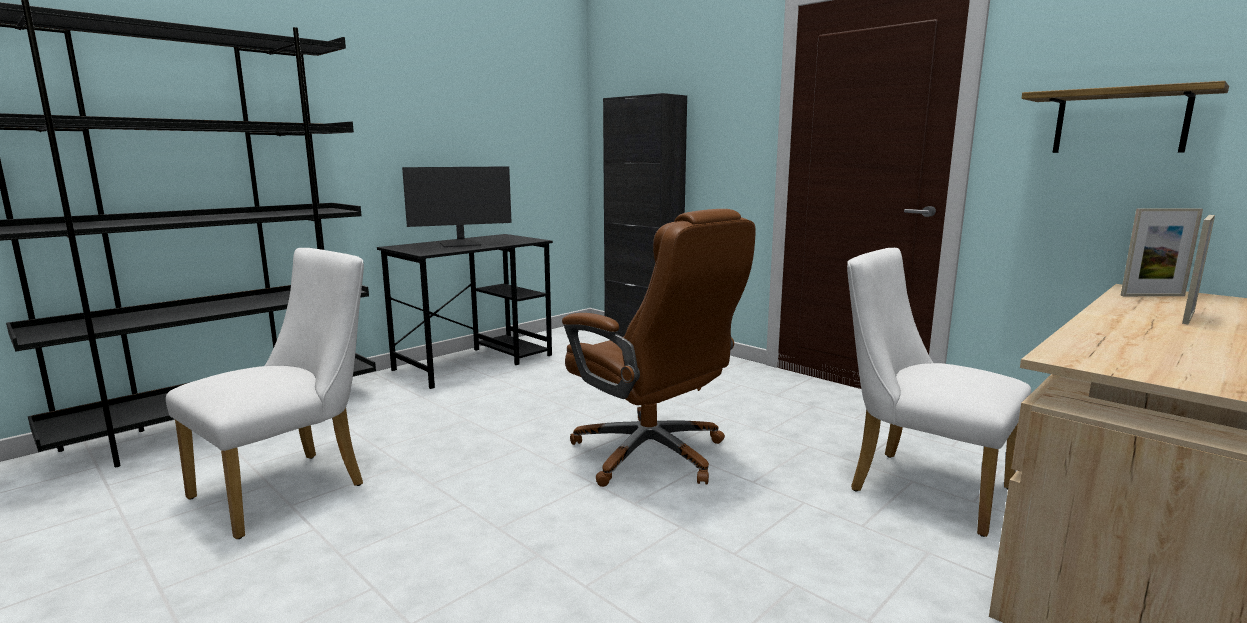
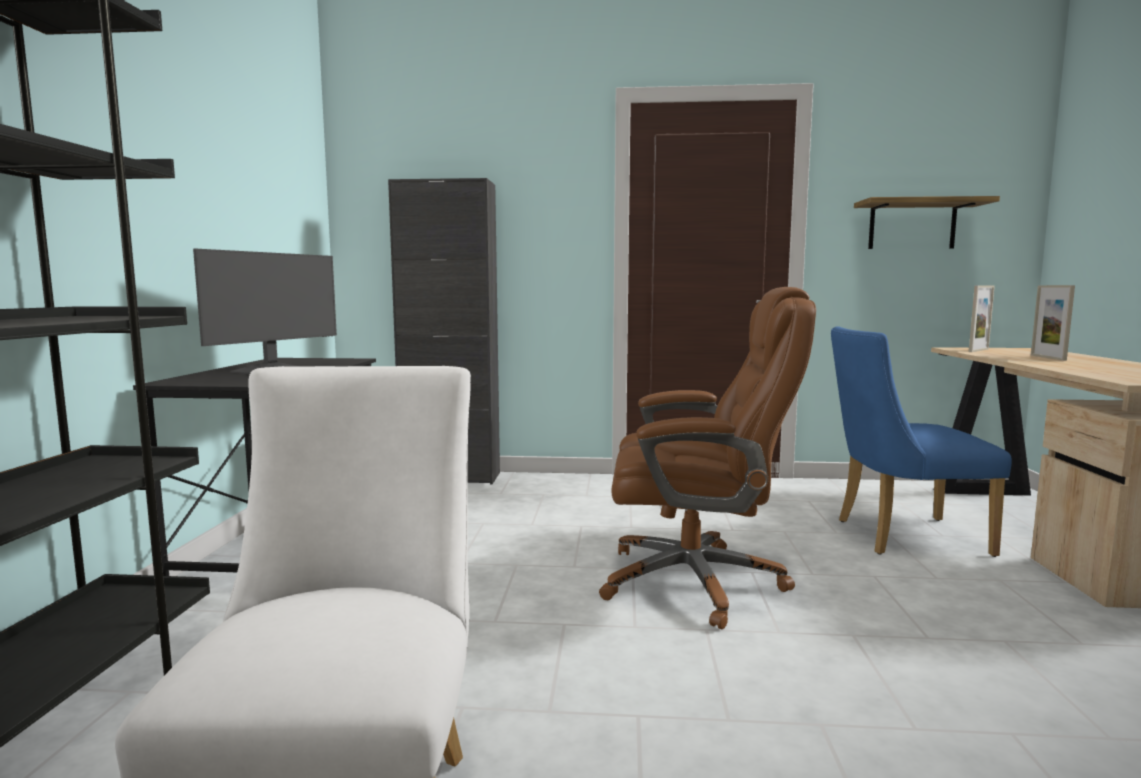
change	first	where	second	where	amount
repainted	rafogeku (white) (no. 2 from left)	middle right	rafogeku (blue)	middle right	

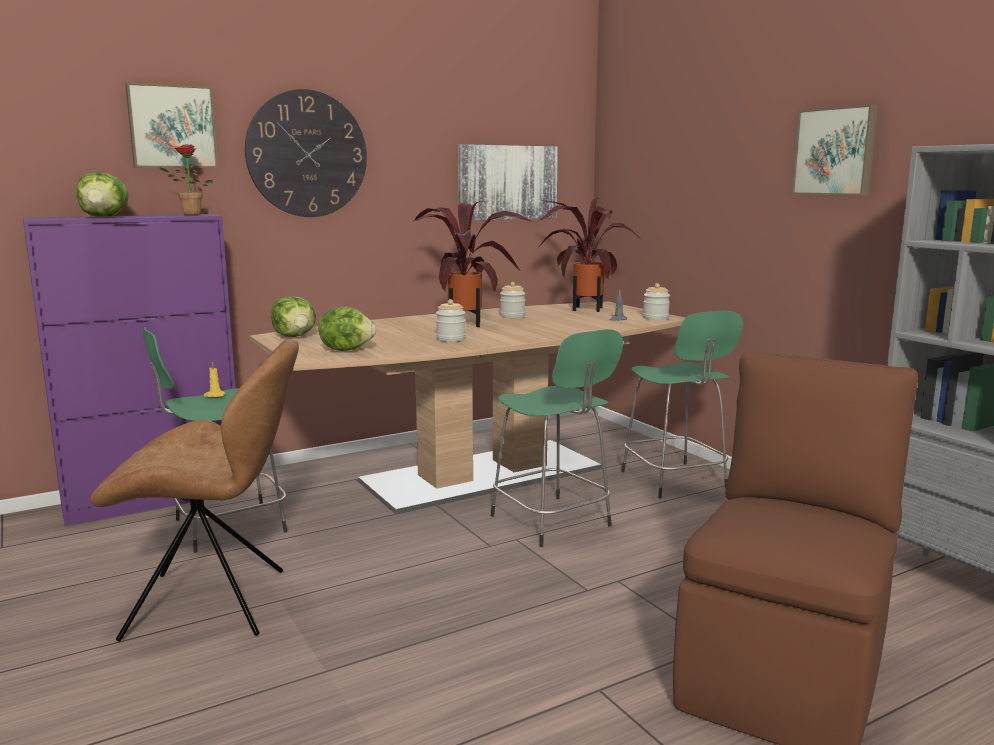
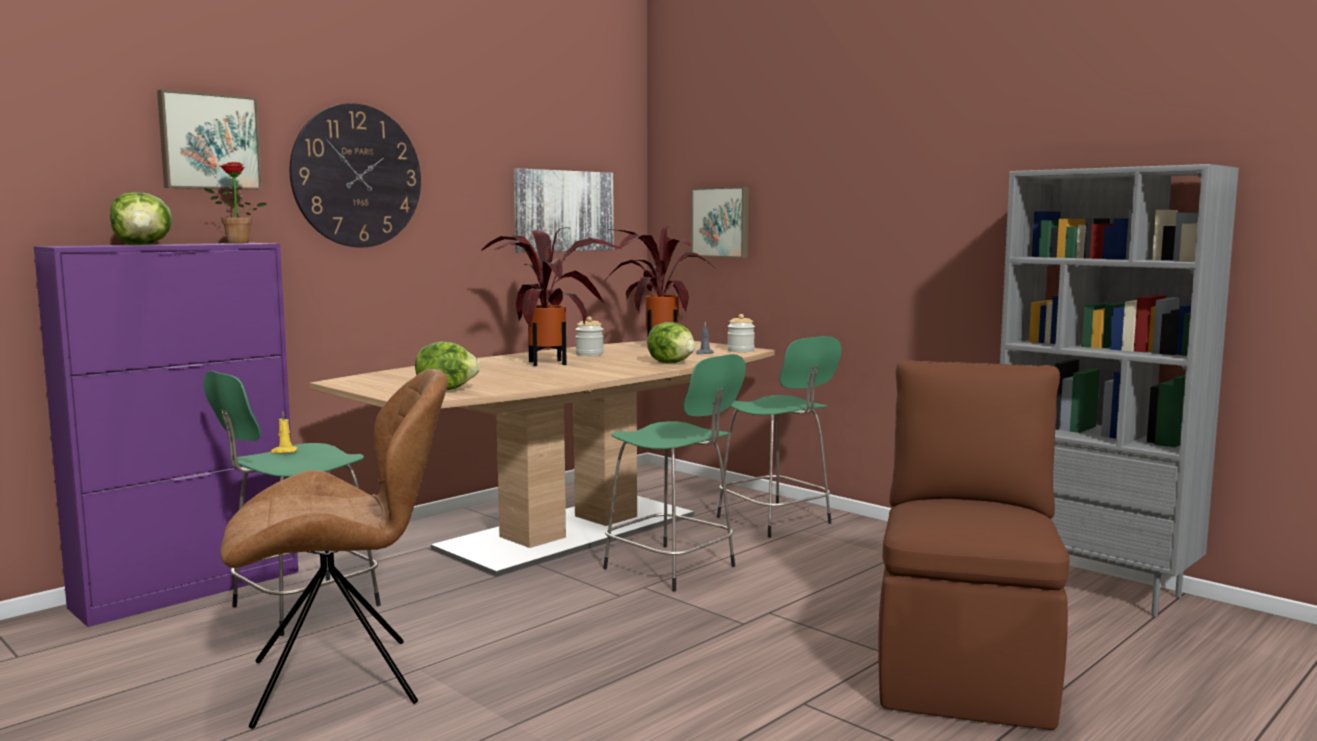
change	first	where	second	where	amount
shifted	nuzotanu (no. 2 from left in the first image)	middle left	nuzotanu (no. 3 from left)	centre	
gone	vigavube (no. 1 from left)	centre			
shifted	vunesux (no. 3 from left)	top right		top centre	

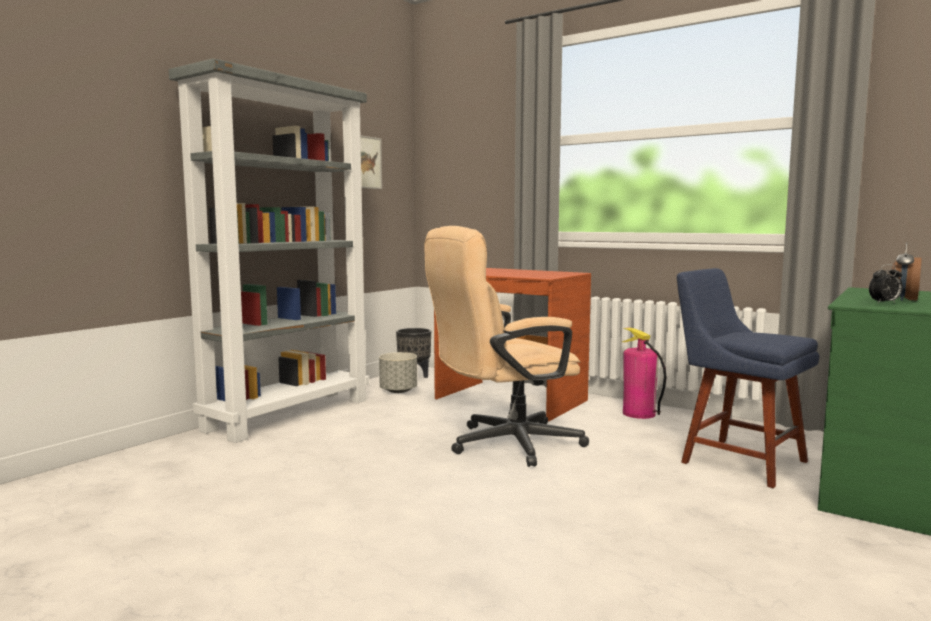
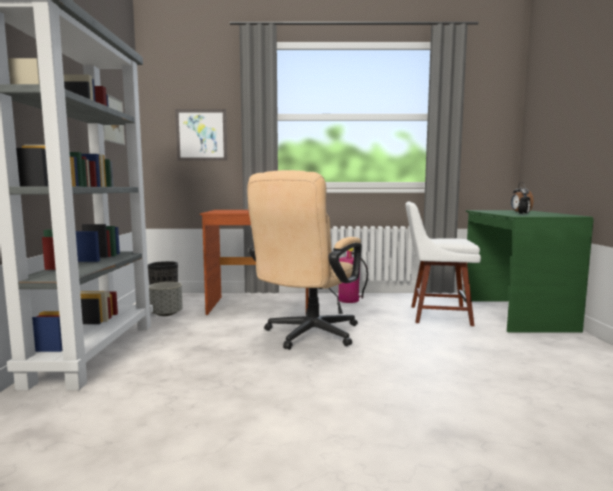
change	first	where	second	where	amount
repainted	rafogeku (blue)	middle right	rafogeku (white)	middle right	
new			vunesux (no. 2 from left)	top left	

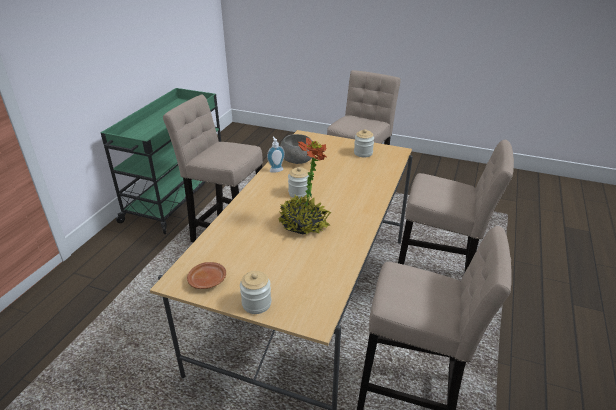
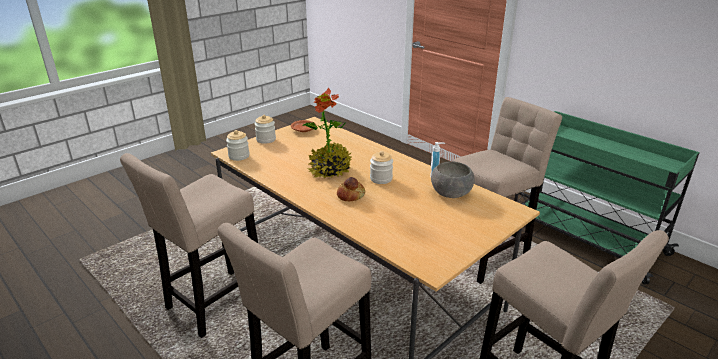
change	first	where	second	where	amount
shifted	vigavube (no. 3 from left in the first image)	centre	vigavube (no. 1 from left)	middle left	
new			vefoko	centre	

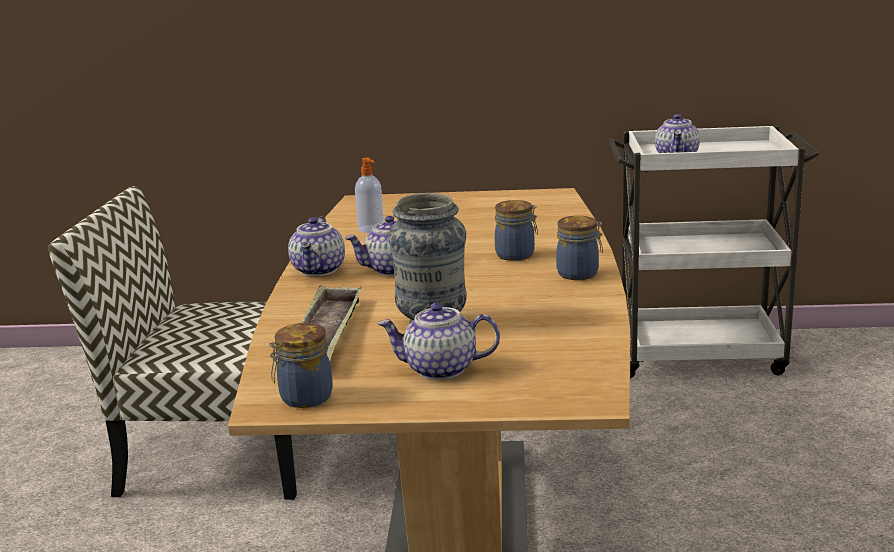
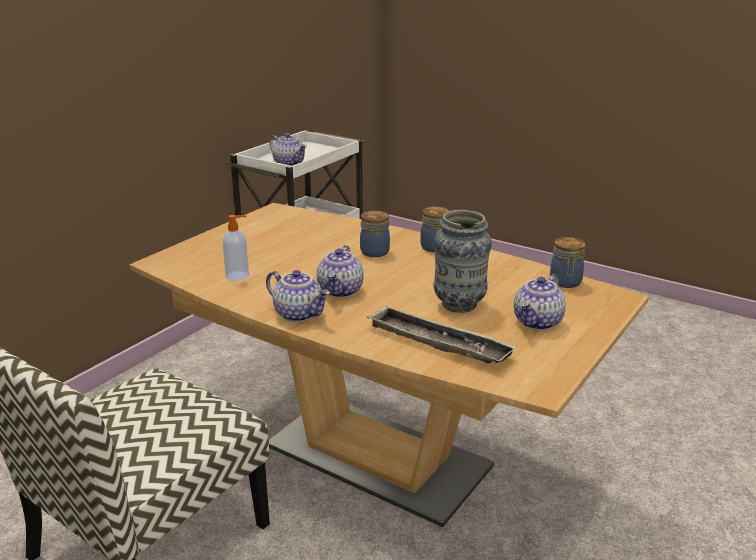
change	first	where	second	where	amount
shifted	vigavube (no. 1 from left in the first image)	centre	vigavube (no. 3 from left)	middle right	

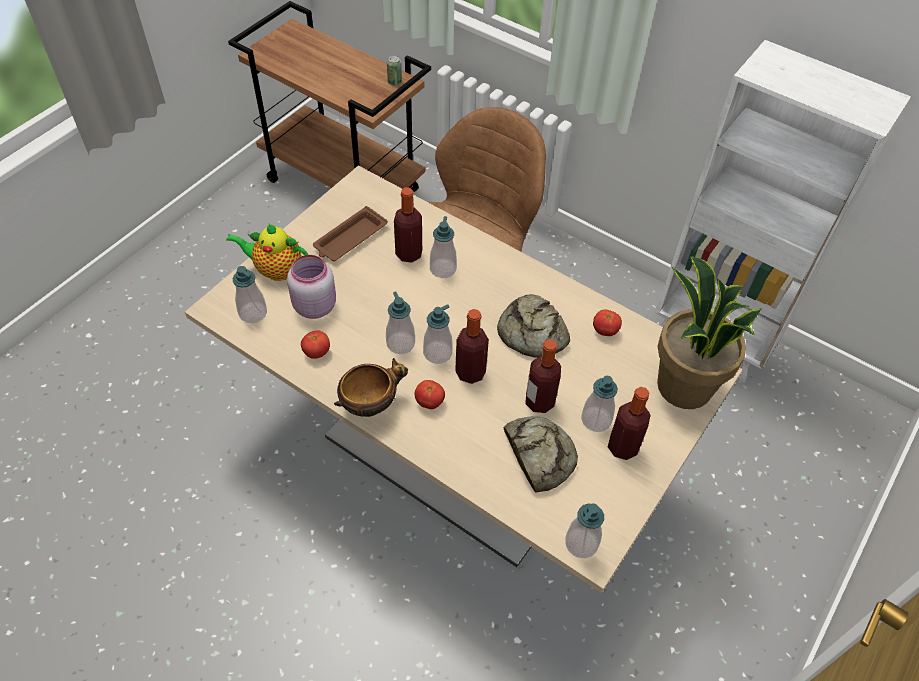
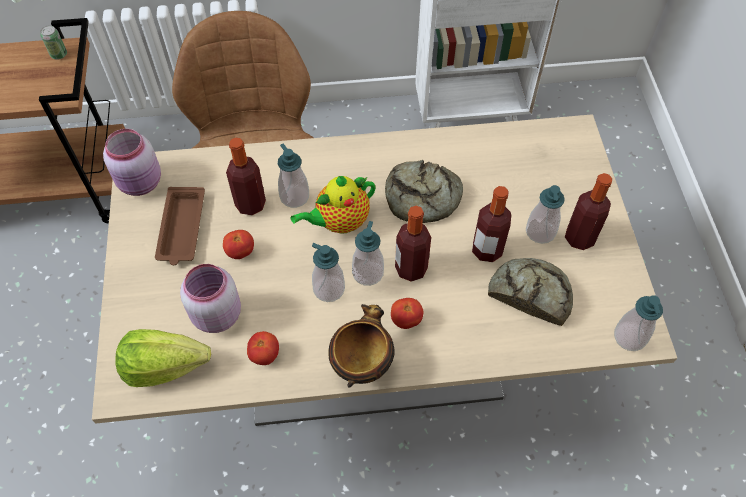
change	first	where	second	where	amount
shifted	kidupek	middle left		centre	
swapped	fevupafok (no. 1 from left)	middle left	nuzotanu	bottom left	
shifted	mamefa (no. 3 from left in the first image)	centre	mamefa (no. 1 from left)	middle left	
gone	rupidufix	middle right			
new			vigavube (pink) (no. 1 from left)	top left	

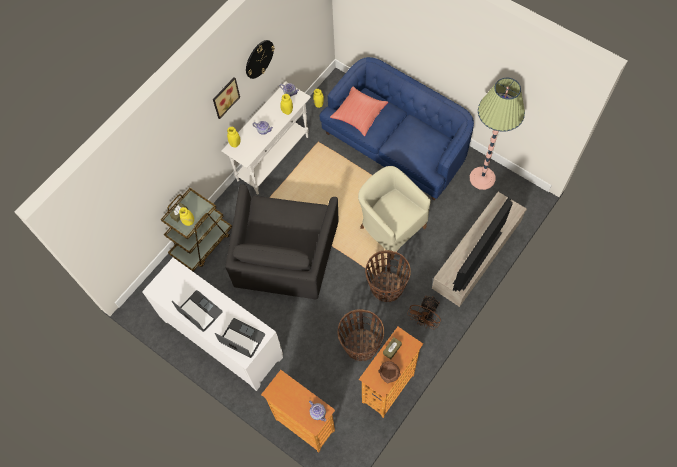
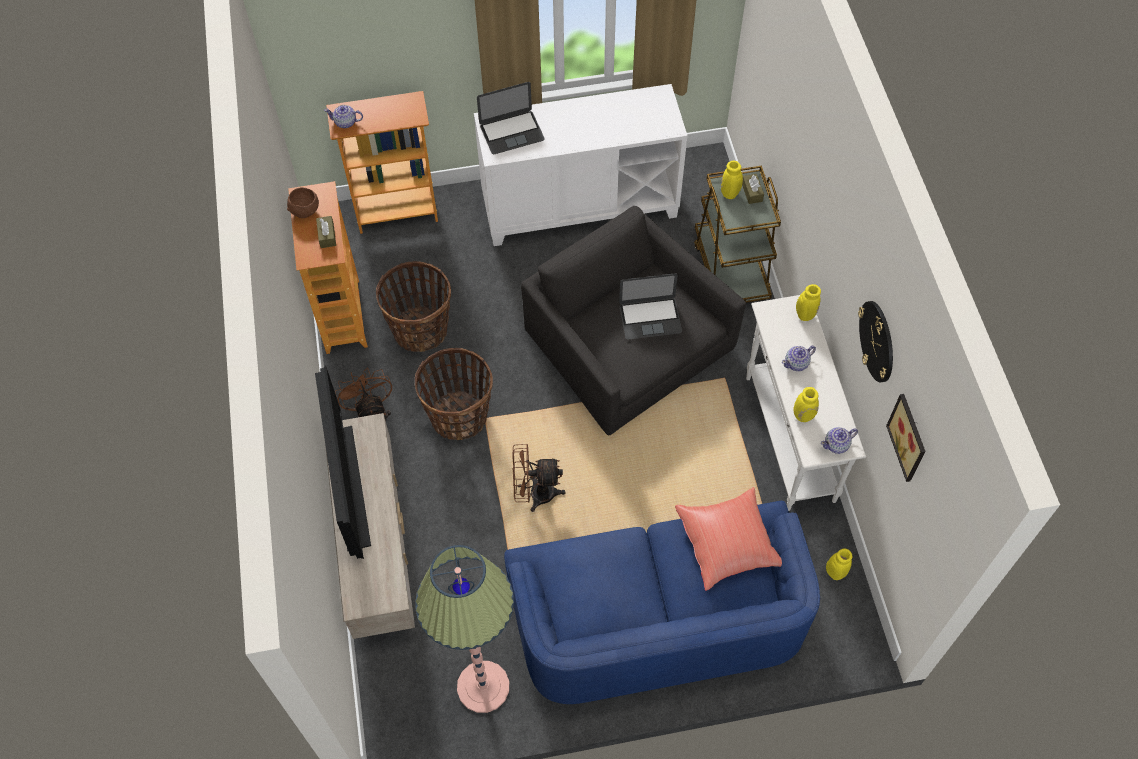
change	first	where	second	where	amount
shifted	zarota (no. 1 from left in the first image)	middle left	zarota (no. 2 from left)	centre	
shifted	vunesux	top centre		middle right	
swapped	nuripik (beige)	centre	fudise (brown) (no. 2 from left)	centre	

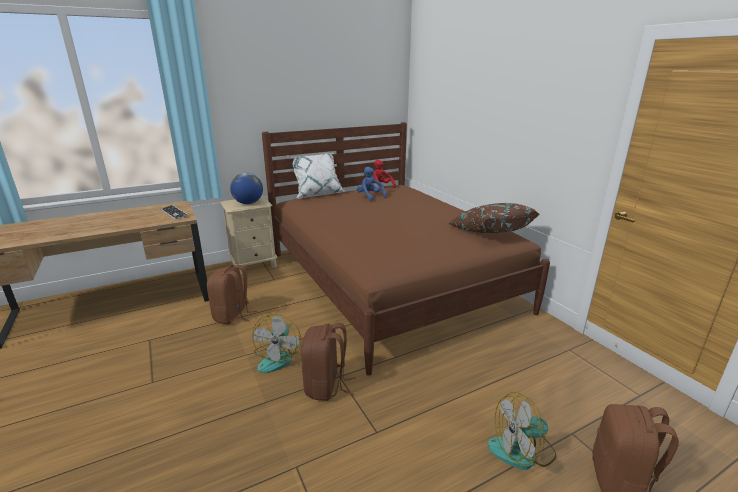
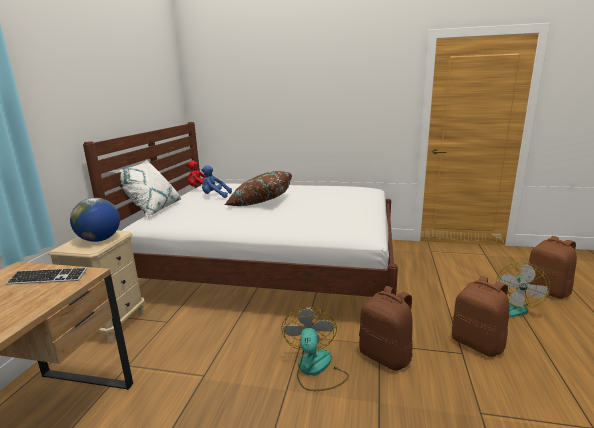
change	first	where	second	where	amount
shifted	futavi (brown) (no. 1 from left in the first image)	middle left	futavi (brown) (no. 2 from left)	bottom right	
rotated	fudise (no. 1 from left)	bottom centre		bottom centre	135 degrees counterclockwise
repainted	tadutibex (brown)	centre	tadutibex (white)	centre	
shifted	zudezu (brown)	middle right		centre	

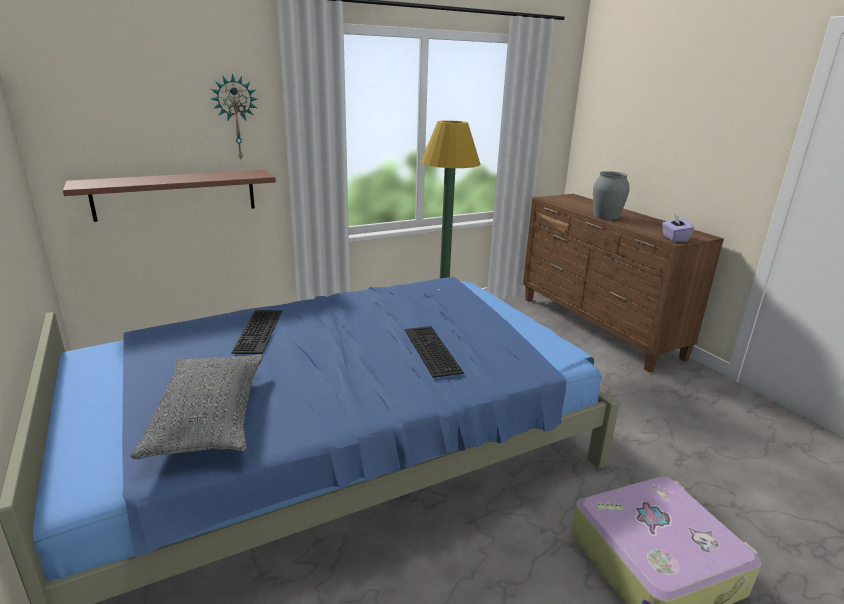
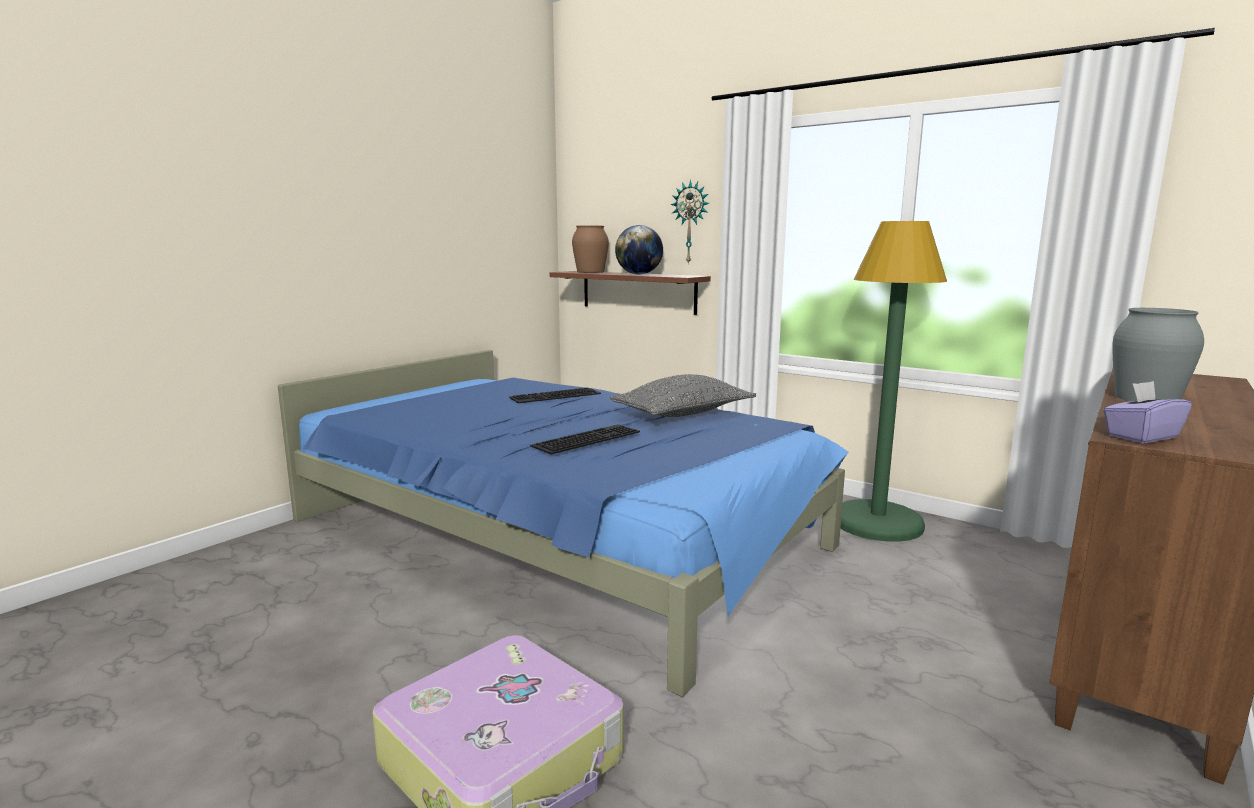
change	first	where	second	where	amount
shifted	zudezu (grey)	bottom left		centre	
new			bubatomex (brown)	top centre	
new			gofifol	top centre	

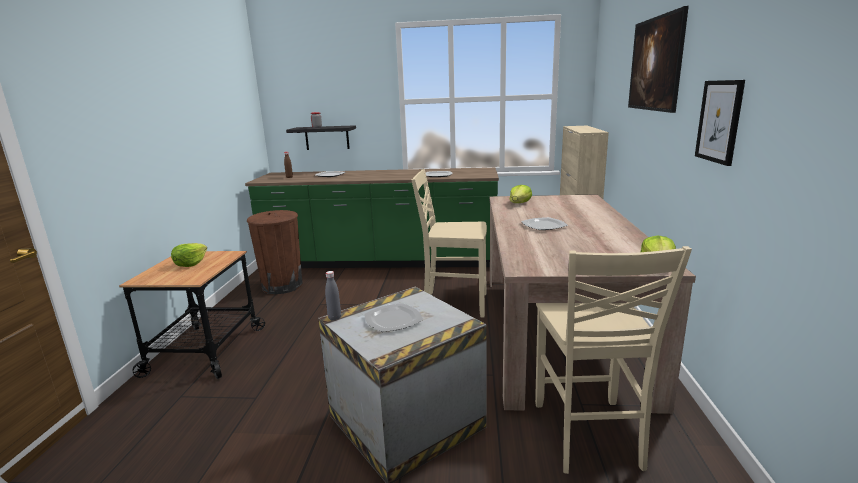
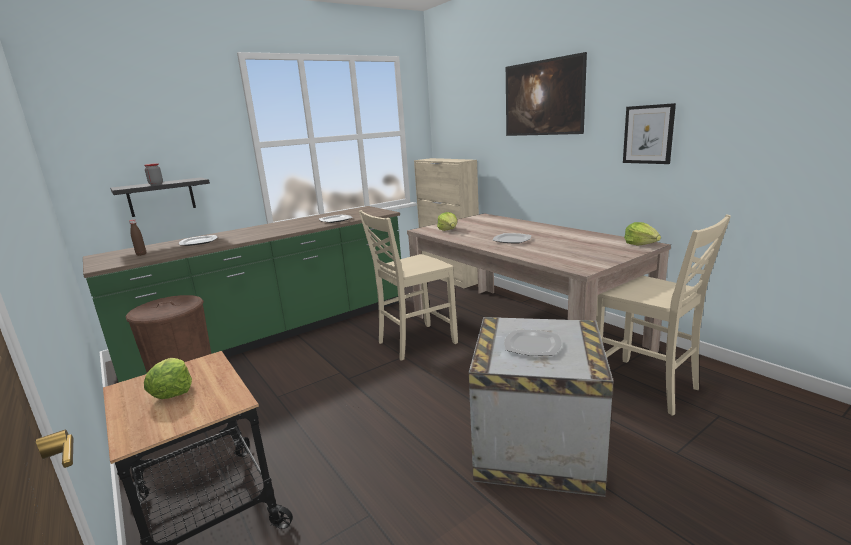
change	first	where	second	where	amount
gone	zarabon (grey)	centre			

